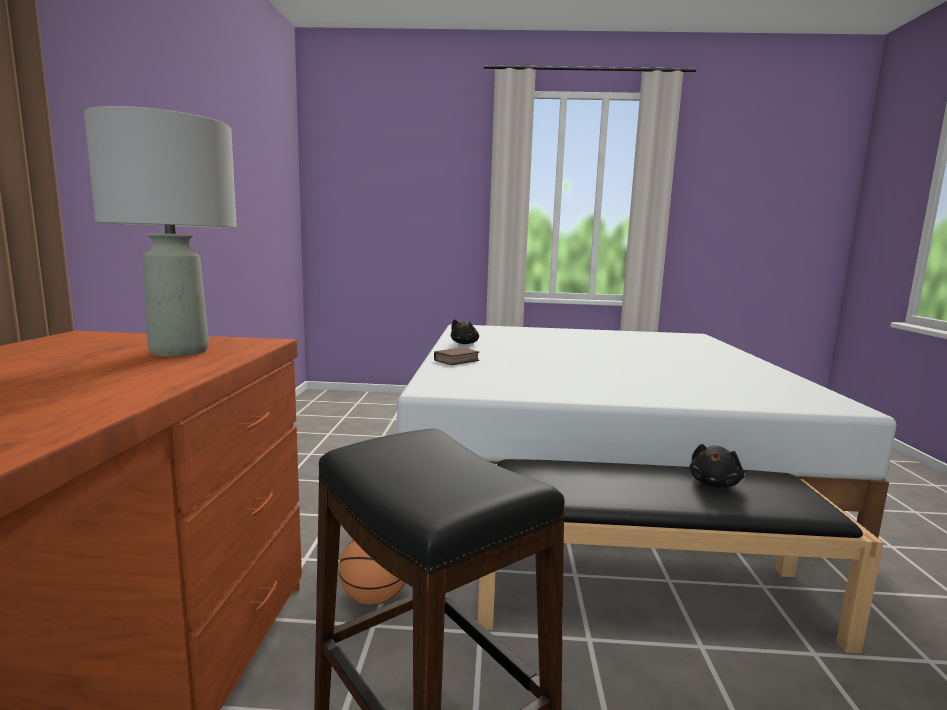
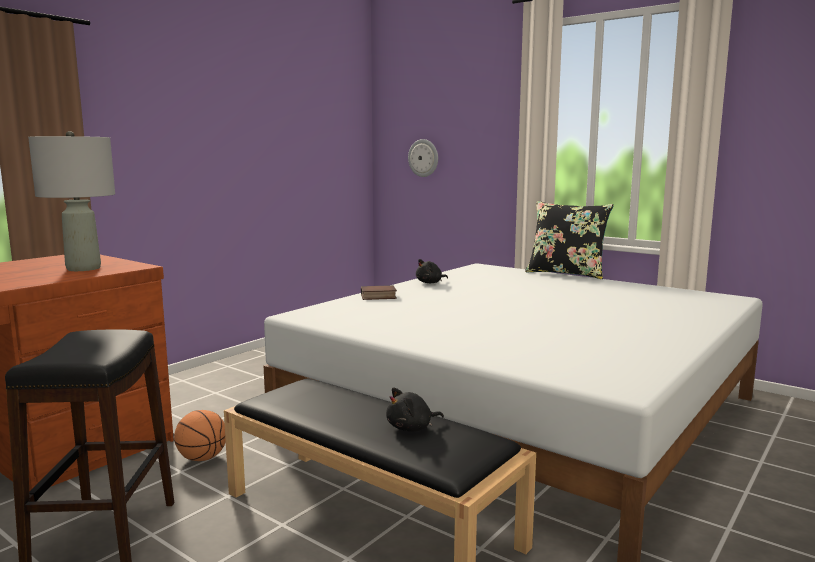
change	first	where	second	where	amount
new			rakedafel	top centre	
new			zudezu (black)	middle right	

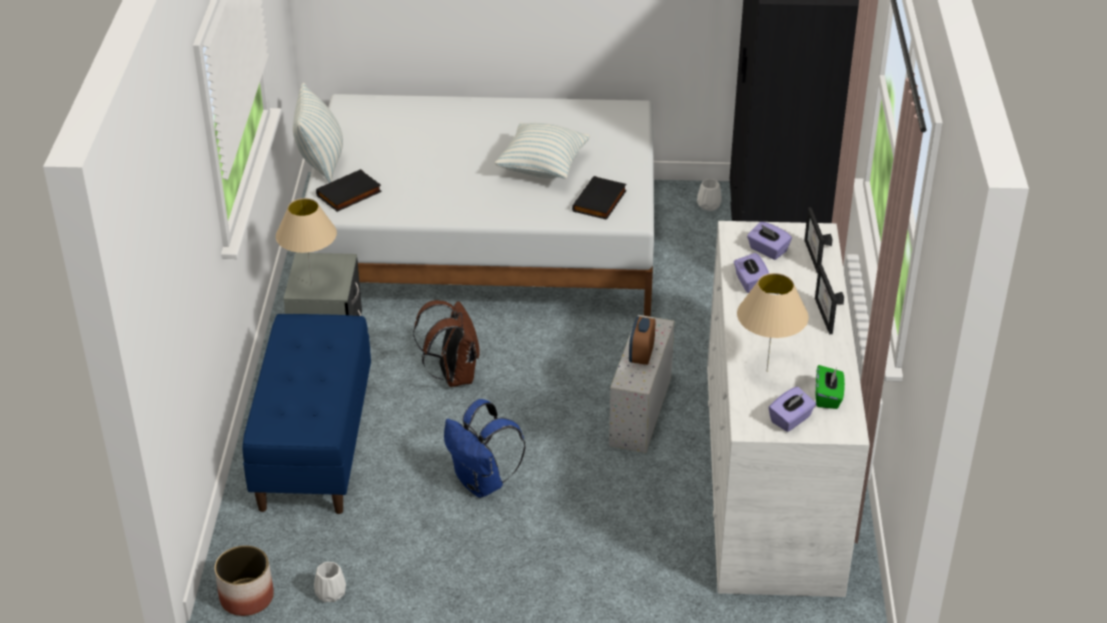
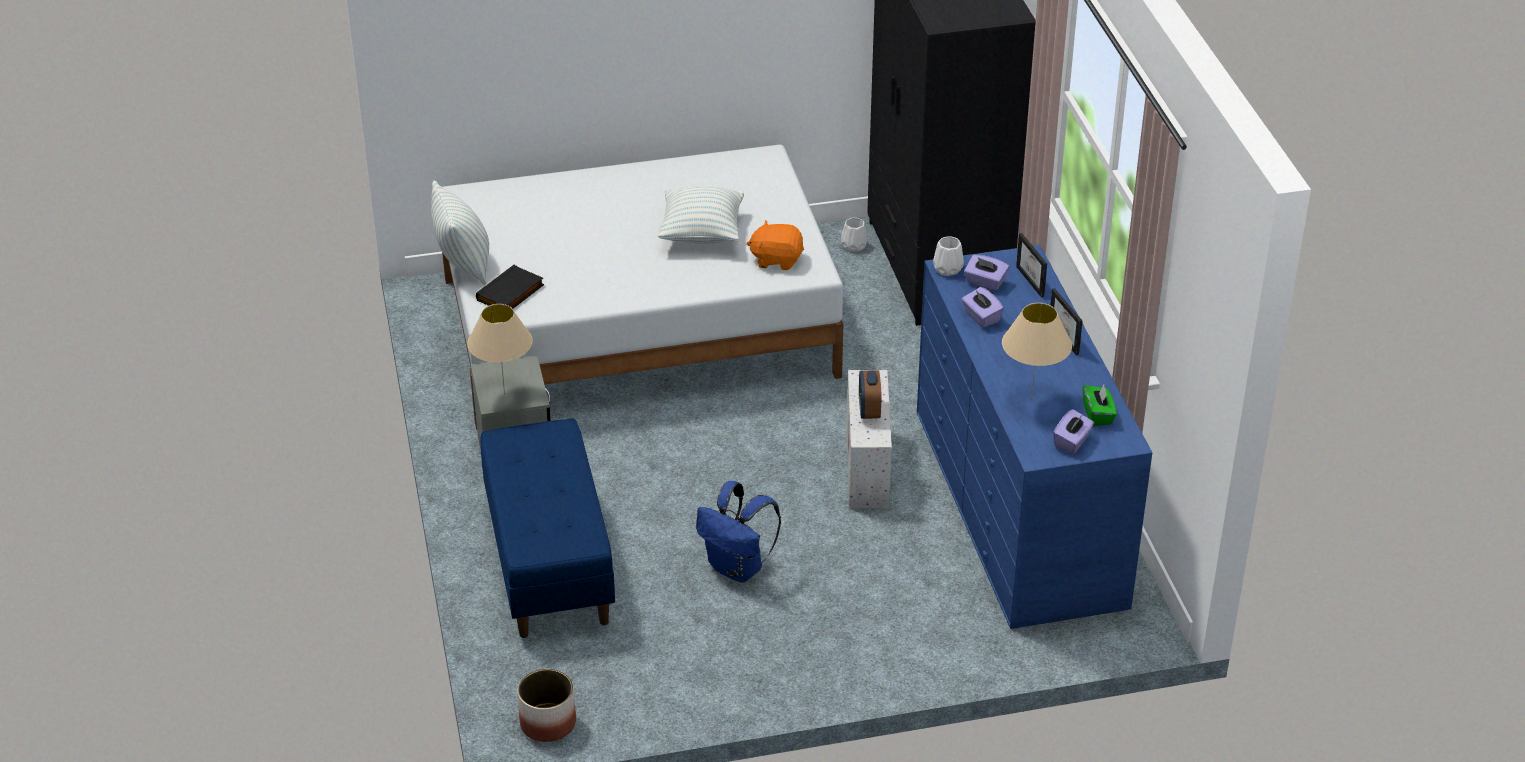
change	first	where	second	where	amount
shifted	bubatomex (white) (no. 1 from left in the first image)	bottom left	bubatomex (white) (no. 2 from left)	centre	
gone	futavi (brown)	centre			
swapped	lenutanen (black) (no. 2 from left)	top centre	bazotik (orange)	top centre	
repainted	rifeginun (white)	middle right	rifeginun (blue)	middle right	

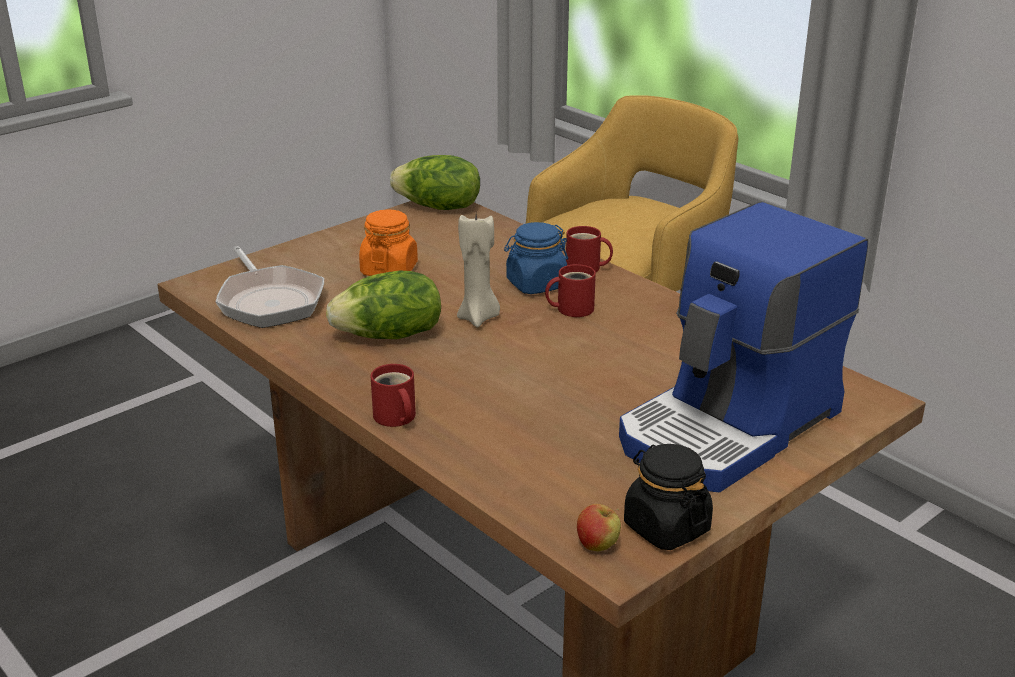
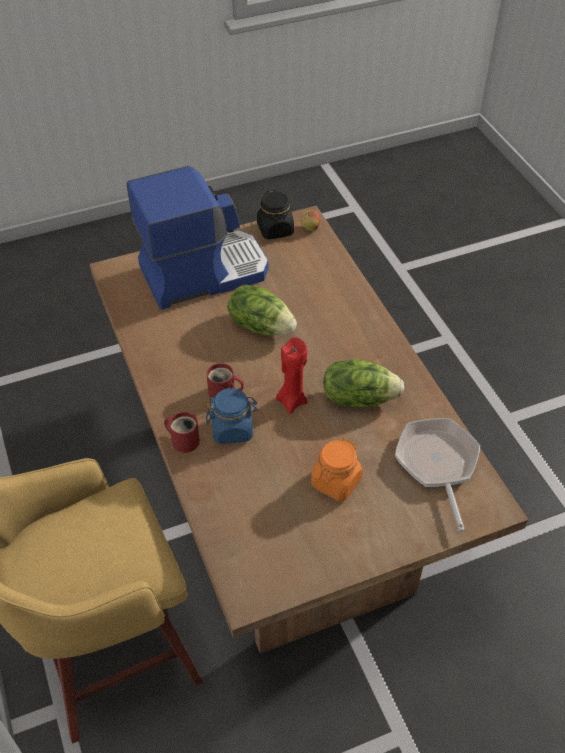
change	first	where	second	where	amount
gone	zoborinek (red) (no. 1 from left)	centre			
shifted	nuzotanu (no. 2 from left in the first image)	top centre	nuzotanu (no. 1 from left)	centre	
repainted	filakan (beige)	centre	filakan (red)	centre	

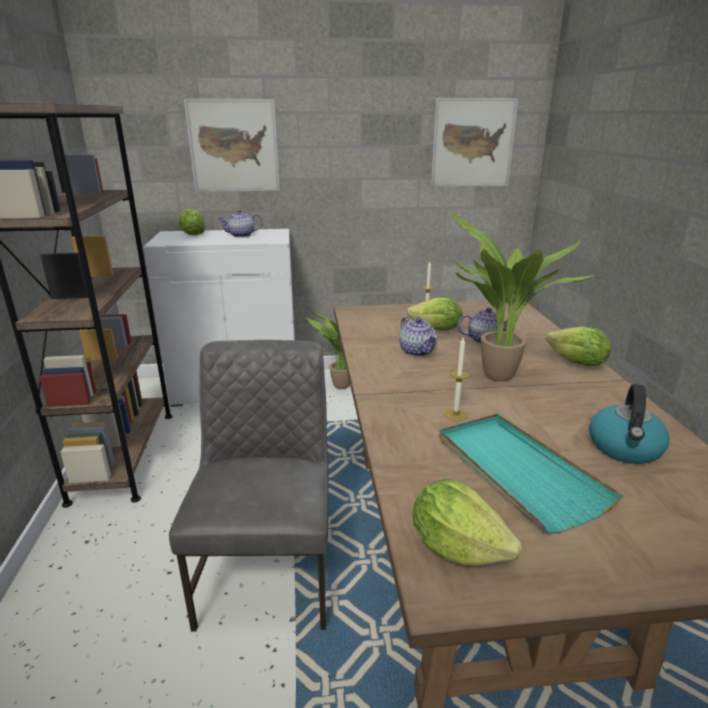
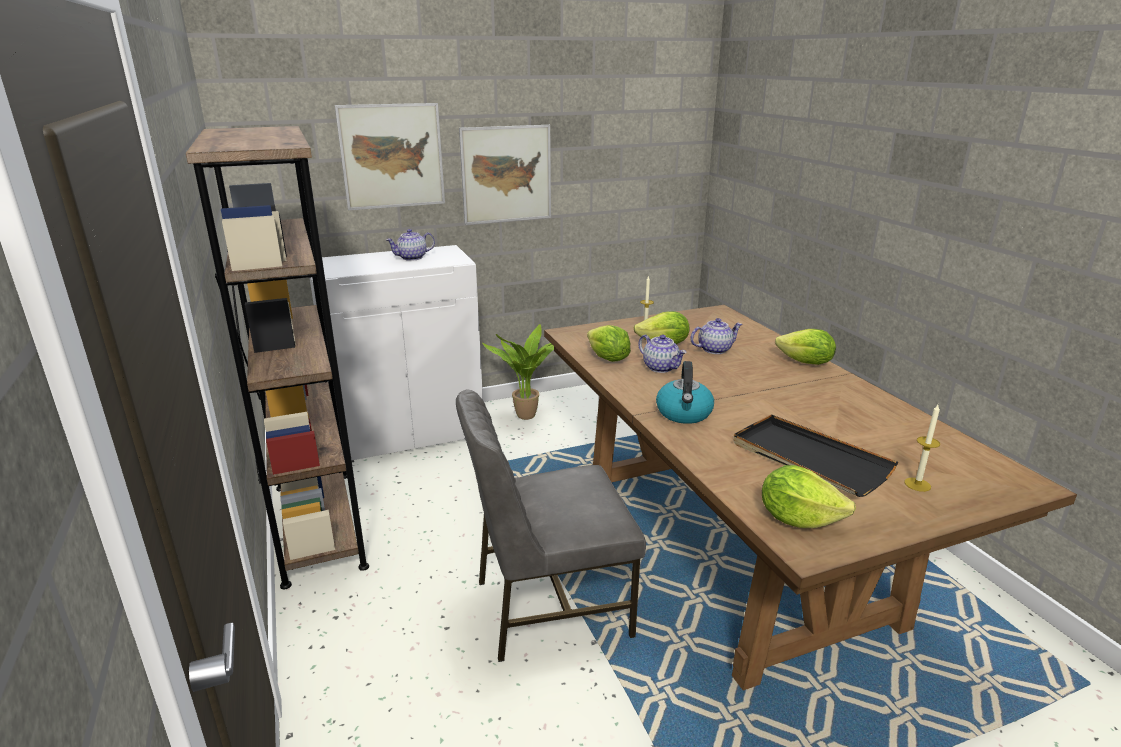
change	first	where	second	where	amount
rotated	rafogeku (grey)	bottom centre		bottom centre	90 degrees counterclockwise
shifted	nuzotanu (no. 1 from left)	top left		centre	
shifted	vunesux (no. 2 from left)	top right		top centre	
repainted	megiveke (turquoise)	bottom right	megiveke (black)	middle right	
shifted	filakan (no. 2 from left)	centre		middle right	
gone	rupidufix (no. 2 from left)	middle right			
shifted	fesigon	middle right		centre	

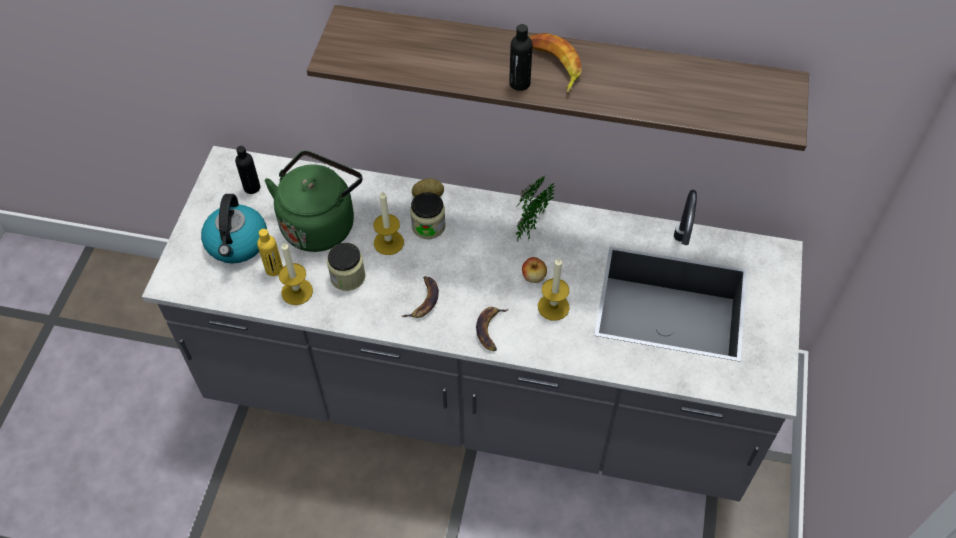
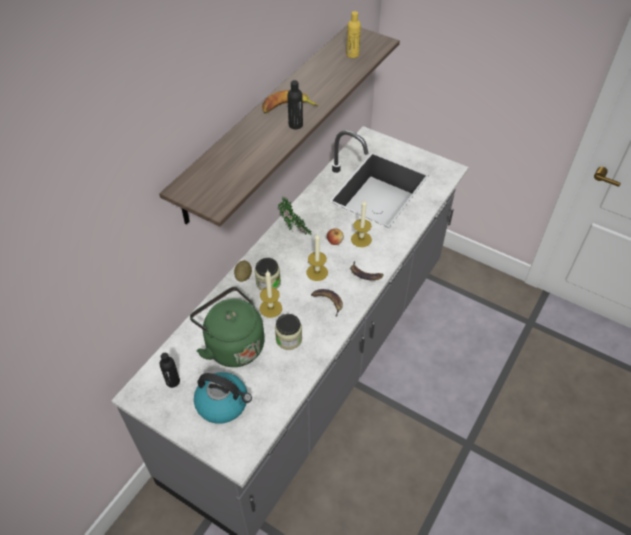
change	first	where	second	where	amount
shifted	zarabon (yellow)	middle left		top centre	
shifted	filakan (no. 1 from left in the first image)	middle left	filakan (no. 2 from left)	centre	

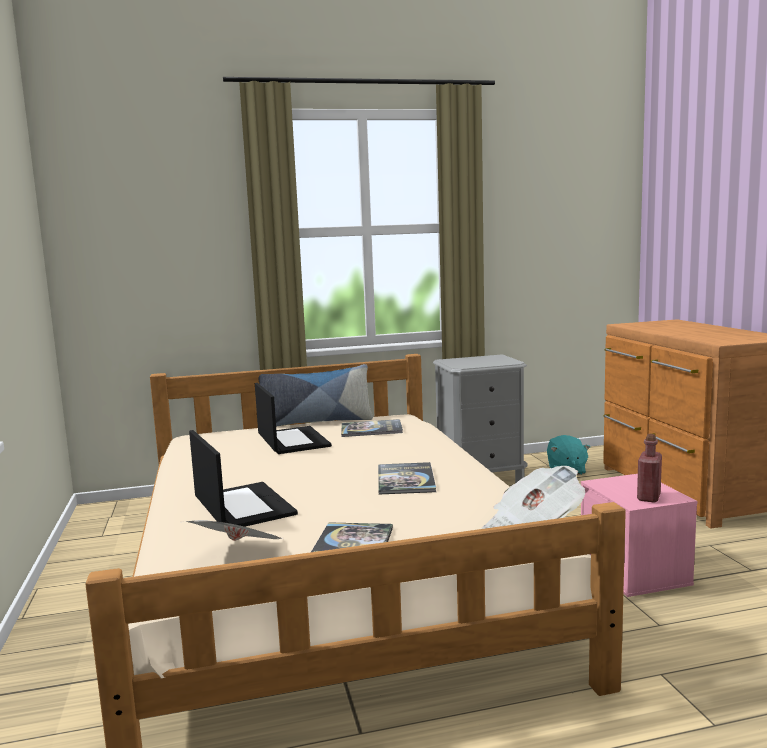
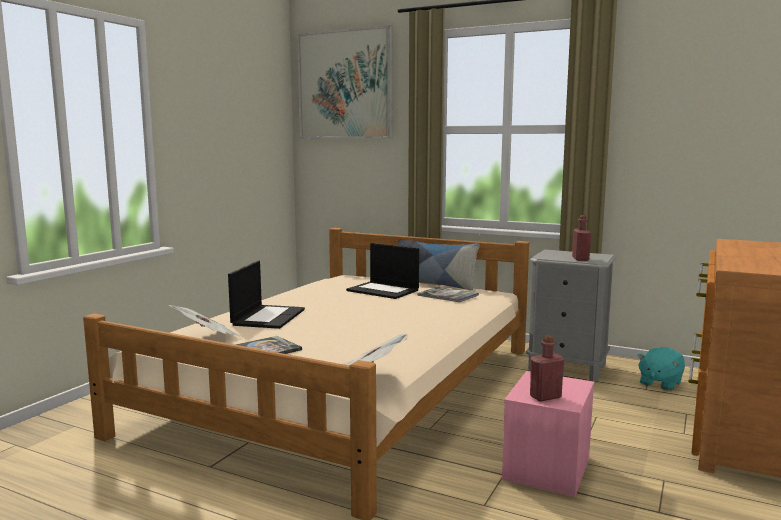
change	first	where	second	where	amount
rotated	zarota (no. 2 from left)	centre		centre	105 degrees clockwise
gone	lenutanen (no. 3 from left)	centre			
new			vunesux	top centre	
new			zarabon (red) (no. 2 from left)	middle right	

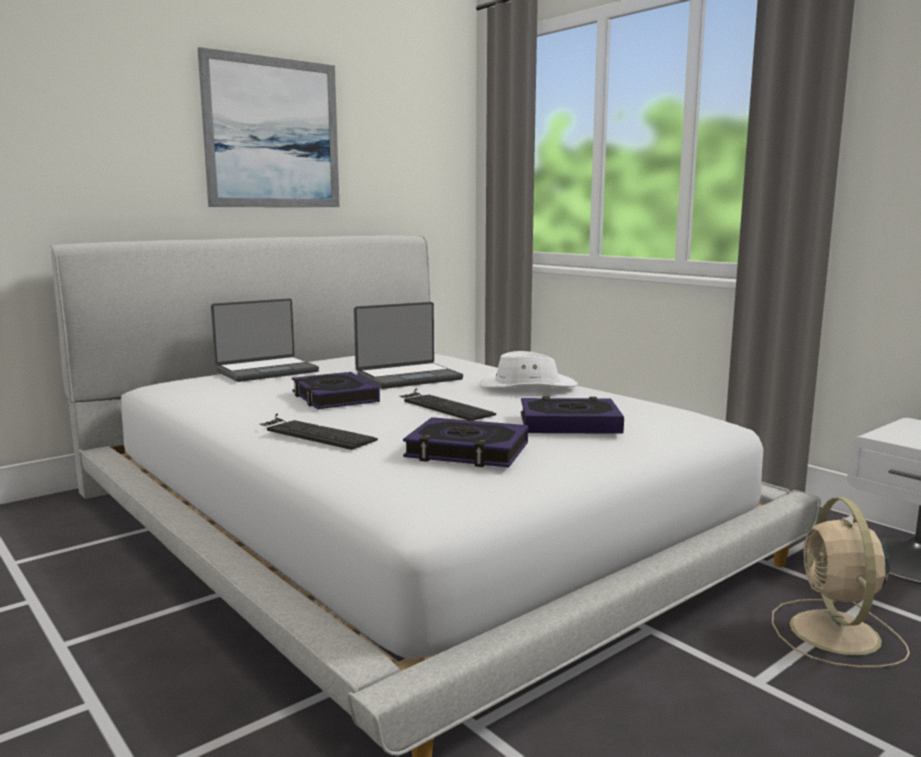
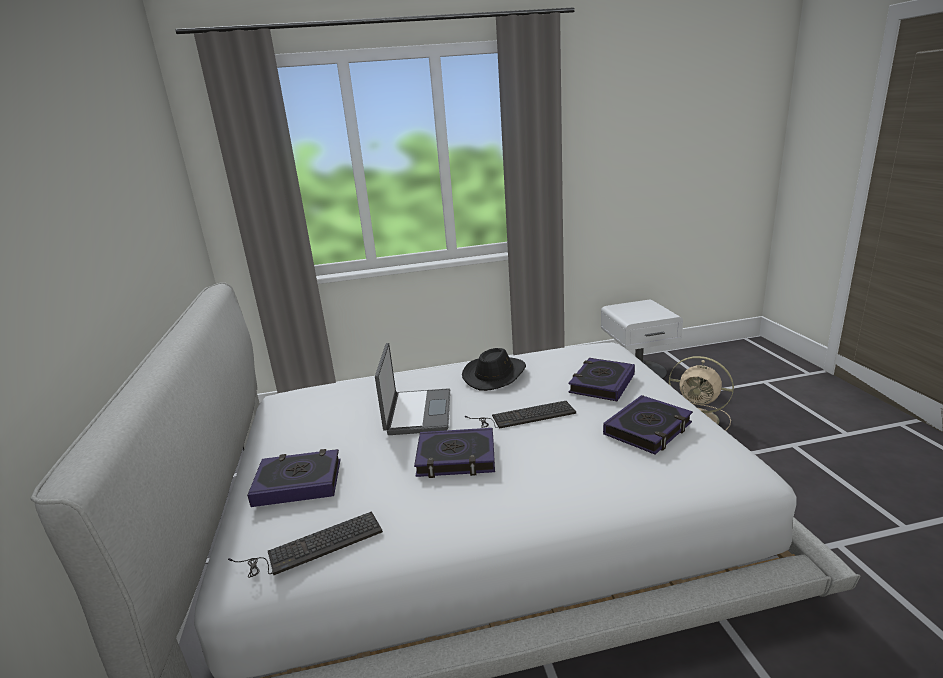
change	first	where	second	where	amount
gone	vunesux	top left			
swapped	zarota (no. 1 from left)	middle left	lenutanen (no. 1 from left)	bottom left	
shifted	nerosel (no. 1 from left)	centre		bottom left	
repainted	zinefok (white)	centre	zinefok (black)	centre	

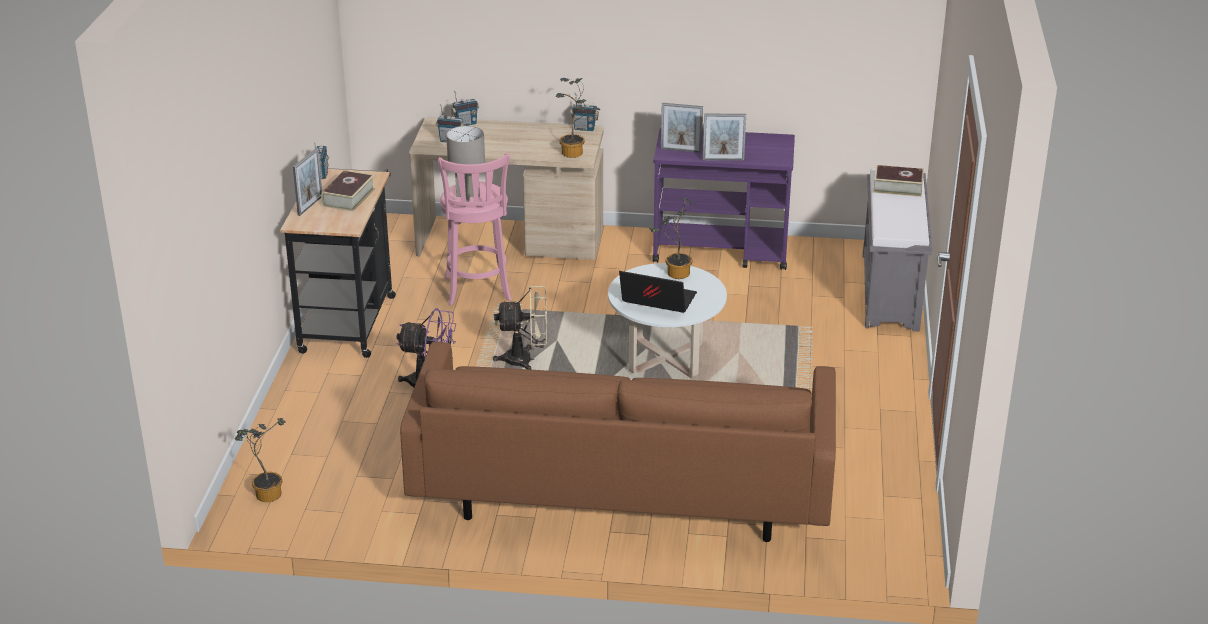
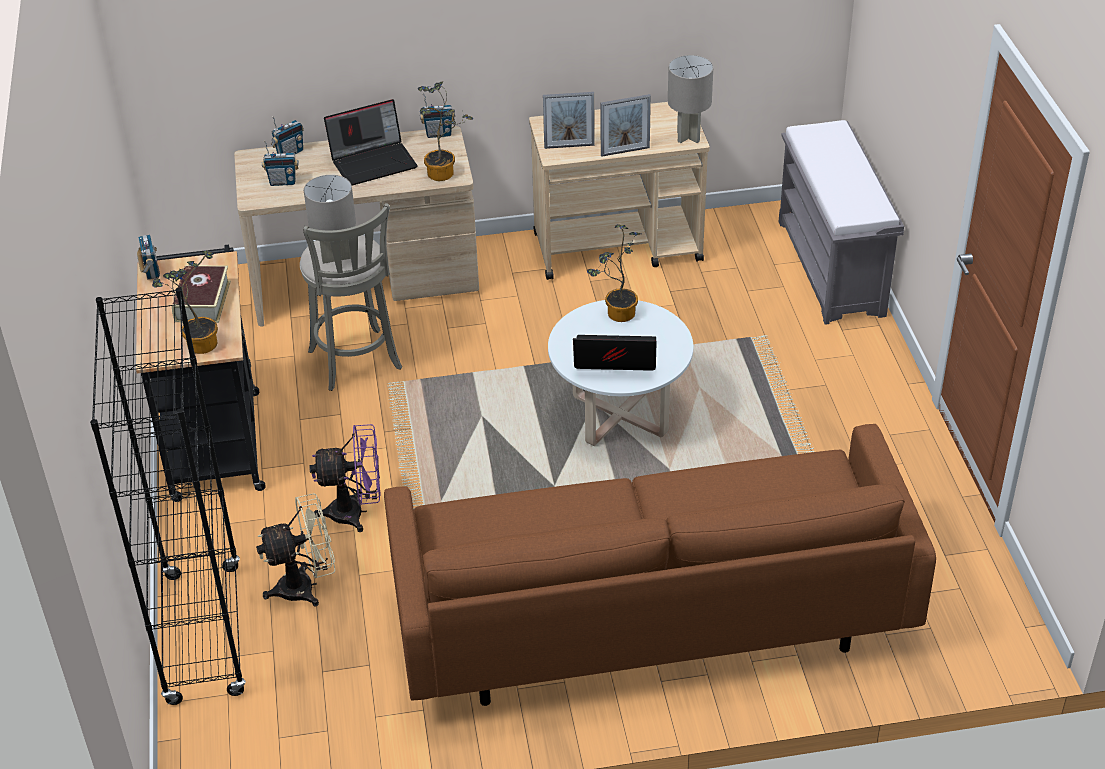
change	first	where	second	where	amount
shifted	rupidufix (no. 1 from left)	bottom left		middle left	
gone	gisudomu (no. 1 from left)	top left			
repainted	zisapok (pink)	centre	zisapok (grey)	middle left	
shifted	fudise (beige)	centre		bottom left	
repainted	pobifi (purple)	top centre	pobifi (beige)	top centre	
gone	lenutanen (no. 2 from left)	top right			
new			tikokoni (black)	middle left	
new			zarota (no. 1 from left)	top centre	
new			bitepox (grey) (no. 2 from left)	top centre	

